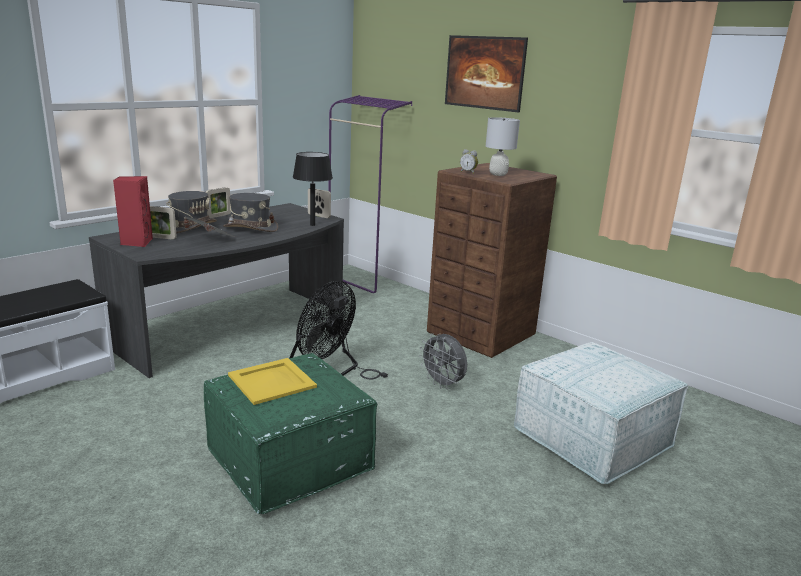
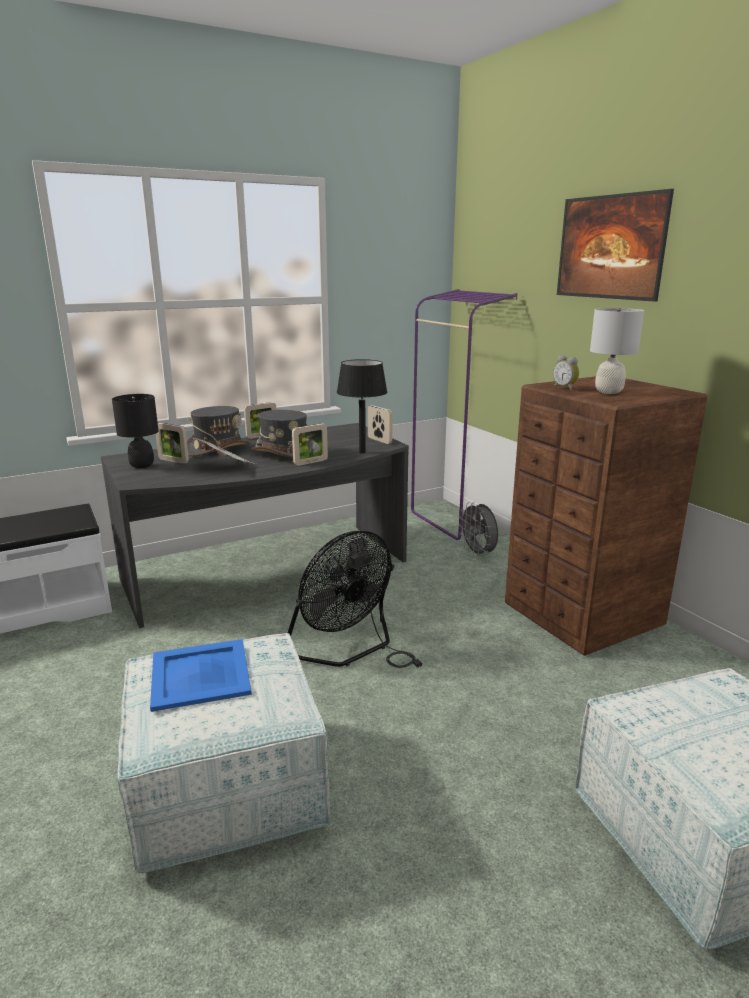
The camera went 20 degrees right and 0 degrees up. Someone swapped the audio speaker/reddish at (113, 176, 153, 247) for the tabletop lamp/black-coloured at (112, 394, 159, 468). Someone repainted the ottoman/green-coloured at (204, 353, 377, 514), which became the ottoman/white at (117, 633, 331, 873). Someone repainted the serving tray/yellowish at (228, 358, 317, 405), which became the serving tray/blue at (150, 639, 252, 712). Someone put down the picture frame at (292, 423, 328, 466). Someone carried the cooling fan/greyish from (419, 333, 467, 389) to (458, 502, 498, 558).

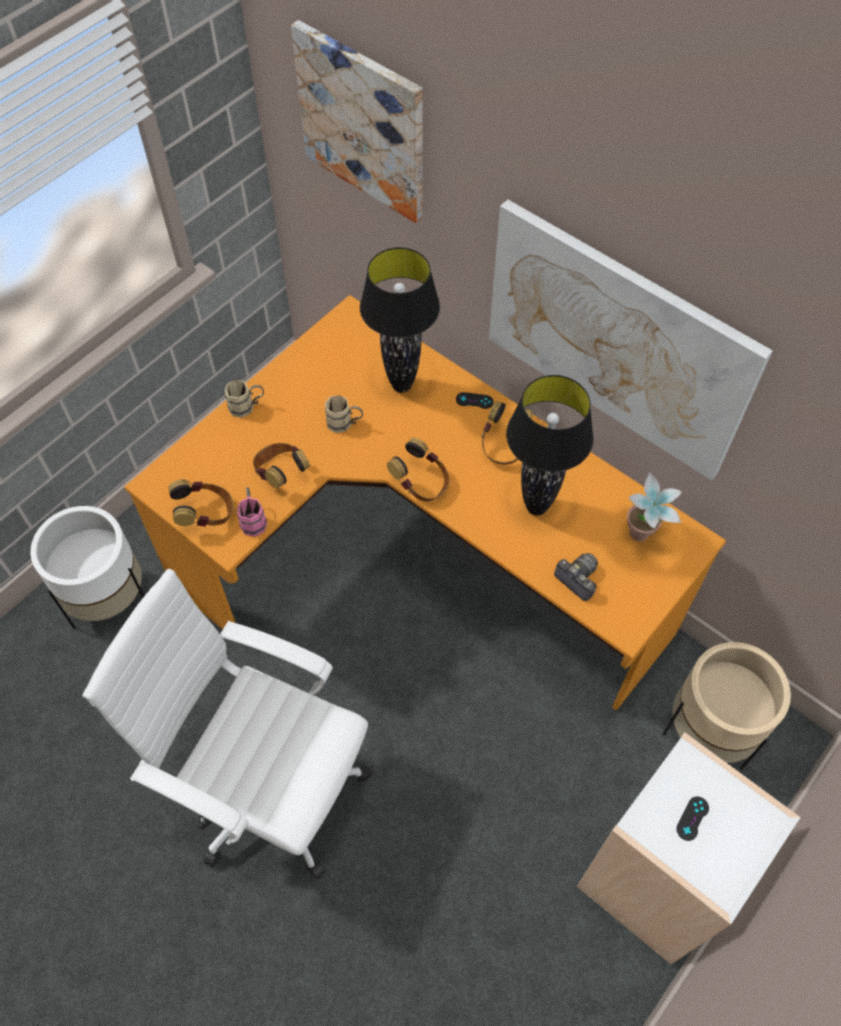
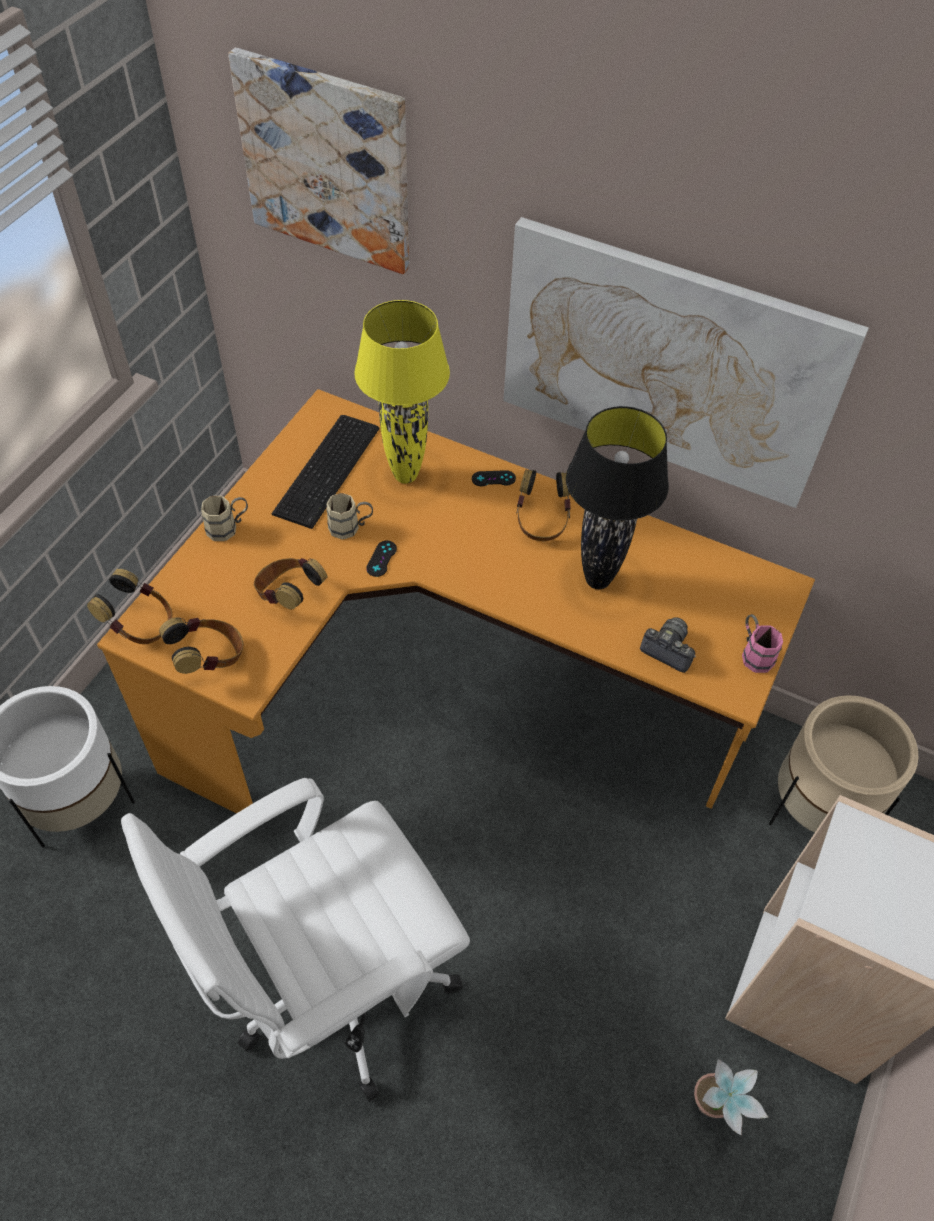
The camera went 15 degrees left and 5 degrees down. Someone carried the pair of headphones from (387, 438, 450, 502) to (87, 569, 172, 644). Someone rotated the computer chair/white at (82, 569, 372, 880) by 45 degrees counterclockwise. Someone put down the PC keyboard at (271, 415, 379, 529). Someone repainted the tabletop lamp/black-coloured at (360, 247, 440, 393), which became the tabletop lamp/yellowish at (354, 300, 450, 484). Someone carried the joypad/black-coloured from (676, 796, 709, 841) to (366, 541, 397, 577). Someone carried the houseplant from (627, 472, 682, 541) to (694, 1059, 769, 1136). Someone carried the coffee mug/pinkish from (237, 487, 267, 537) to (742, 614, 783, 673).

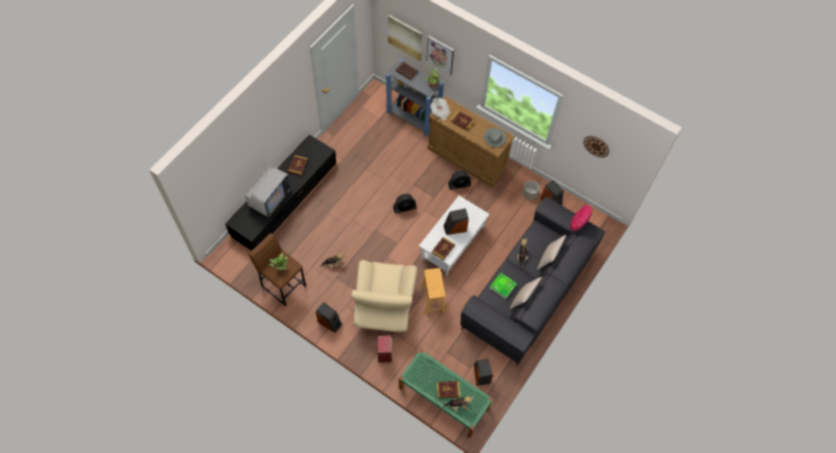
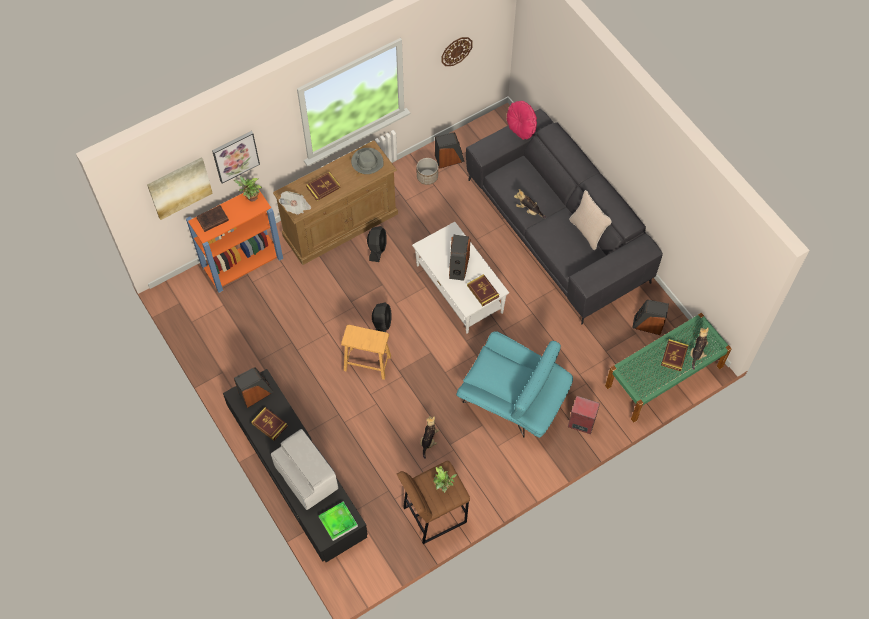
The camera went 65 degrees left and 0 degrees up. Someone repainted the bookcase/greyish at (386, 58, 444, 136), which became the bookcase/orangey at (186, 190, 283, 293). Someone carried the audio speaker from (316, 302, 342, 333) to (234, 368, 273, 408). Someone carried the serving tray from (490, 273, 517, 299) to (319, 502, 358, 541). Someone carried the stool/brown from (421, 268, 446, 314) to (341, 325, 391, 380). Someone repainted the armchair/beige-coloured at (351, 260, 417, 332), which became the armchair/turquoise at (456, 331, 573, 438). Someone took away the pillow/beige-coloured at (537, 235, 566, 270).

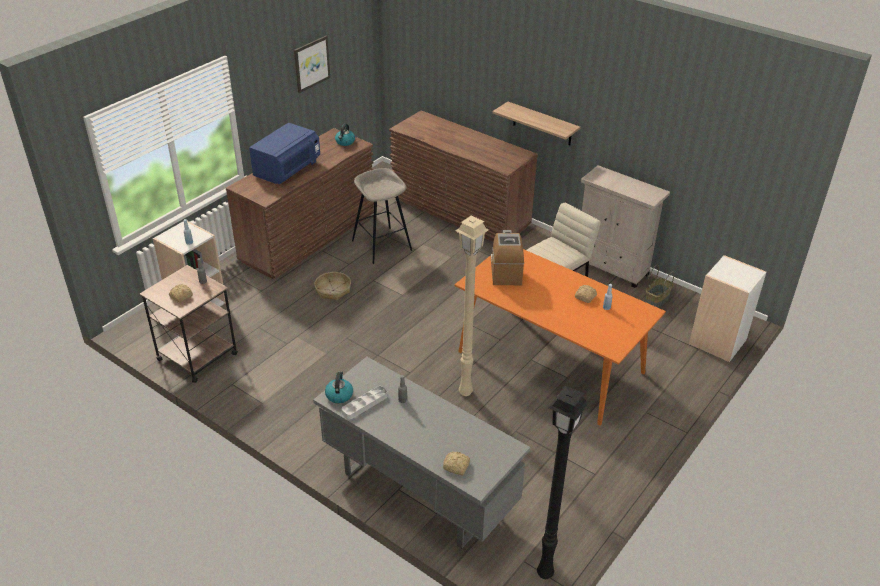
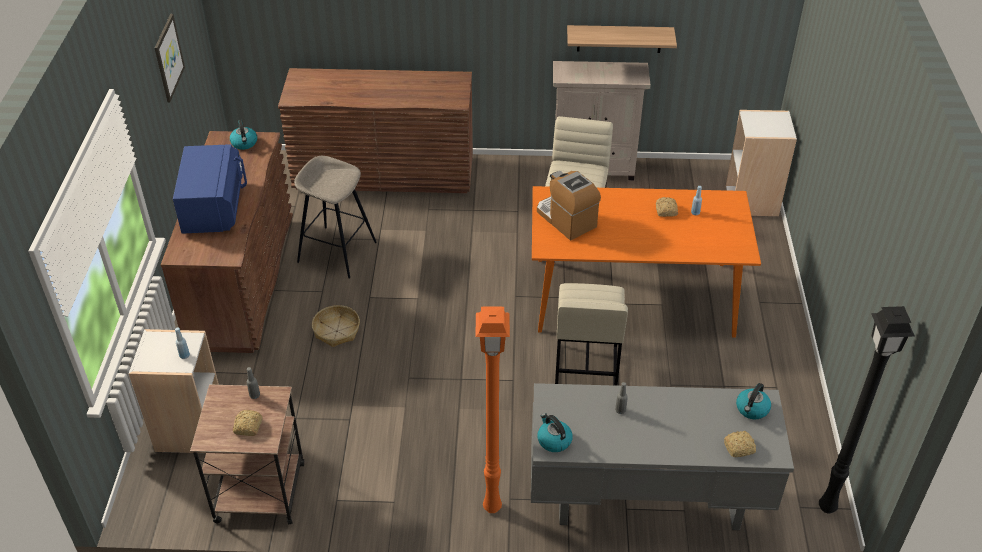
The camera went 35 degrees left and 5 degrees up. Someone put down the standard lamp/orangey at (476, 307, 510, 513). Someone swapped the standard lamp/beige-coloured at (456, 215, 489, 396) for the upright chair/beige-coloured at (555, 283, 628, 386). Someone carried the wall shelf from (492, 102, 581, 146) to (567, 25, 677, 53). Someone put down the water kettle at (736, 383, 771, 419). Someone took away the serving tray/greyish at (342, 386, 387, 420). Someone took away the storage basket at (644, 265, 674, 308).

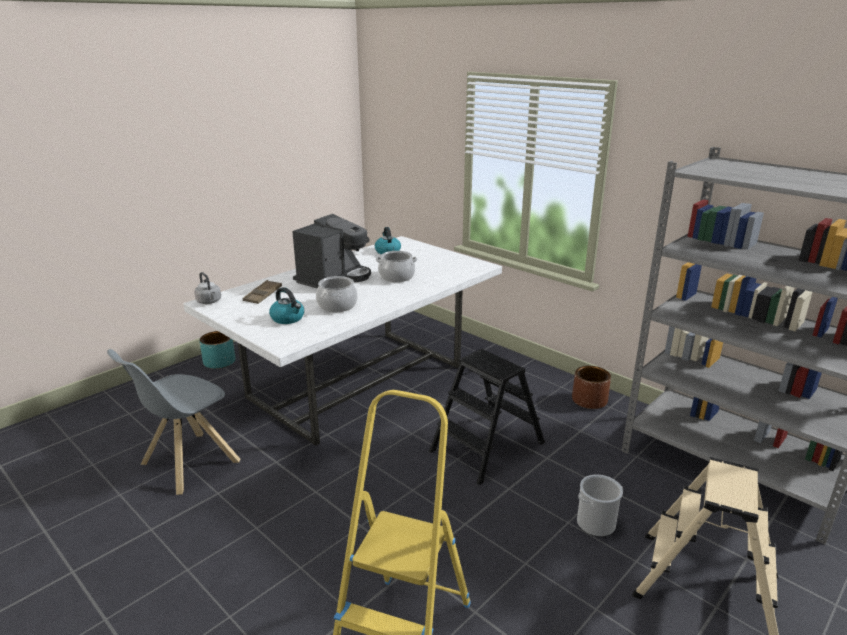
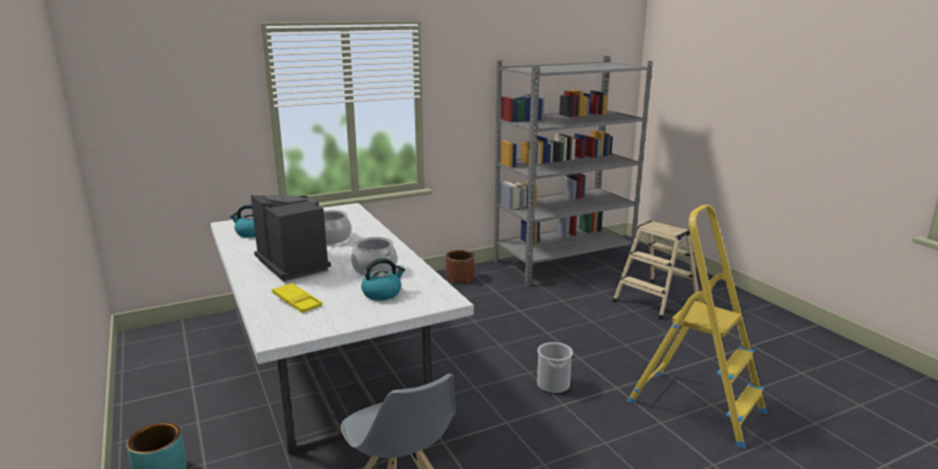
The camera went 70 degrees left and 5 degrees down. Someone repainted the serving tray/brown at (243, 280, 282, 304), which became the serving tray/yellowish at (272, 283, 322, 313). Someone carried the pail from (577, 474, 623, 537) to (537, 342, 573, 394). Someone took away the water kettle/greyish at (194, 272, 221, 304). Someone took away the stepladder/black-coloured at (429, 348, 545, 485).

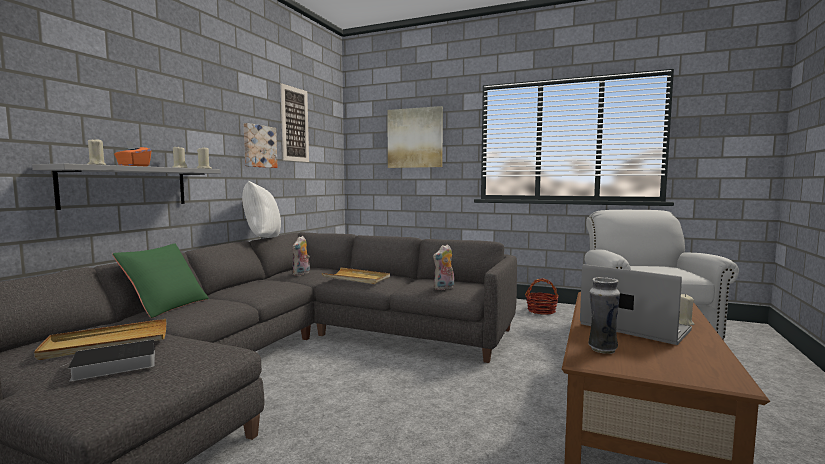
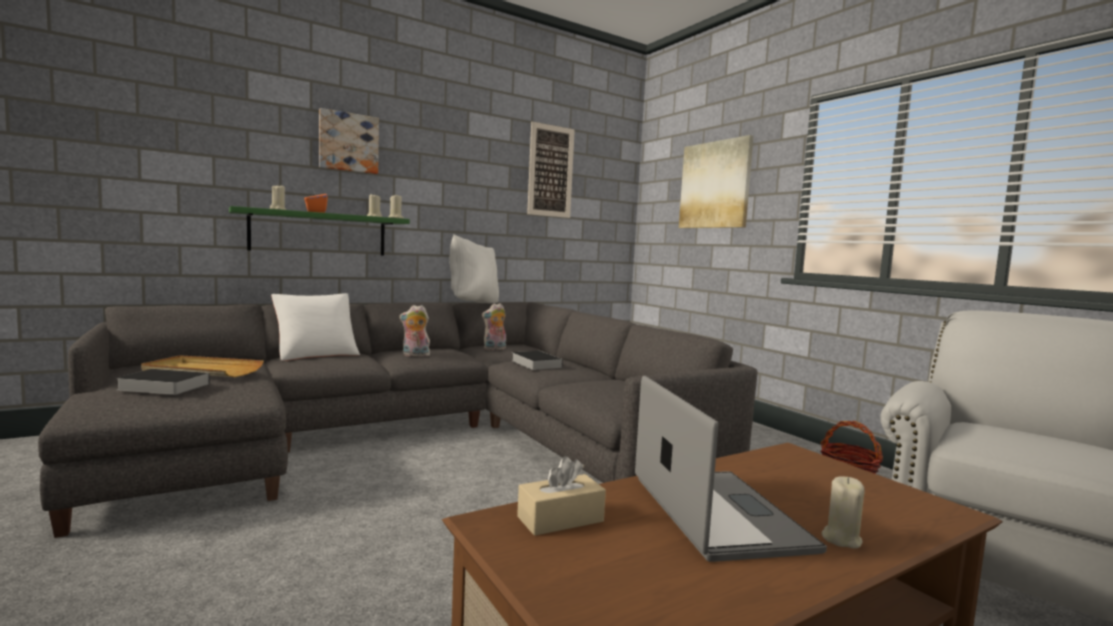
The camera went 35 degrees right and 0 degrees up. Someone repainted the wall shelf/greyish at (32, 163, 221, 210), which became the wall shelf/green-coloured at (229, 206, 410, 255). Someone repainted the pillow/green-coloured at (112, 243, 209, 318), which became the pillow/white at (271, 293, 360, 361). Someone carried the wall picture from (244, 123, 278, 168) to (319, 108, 379, 174). Someone carried the plush toy from (433, 244, 454, 290) to (399, 305, 430, 357). Someone swapped the serving tray/beige-coloured at (322, 267, 390, 284) for the bound book at (512, 351, 563, 370). Someone swapped the vase at (588, 277, 620, 354) for the box of tissues/beige-coloured at (517, 456, 606, 536).

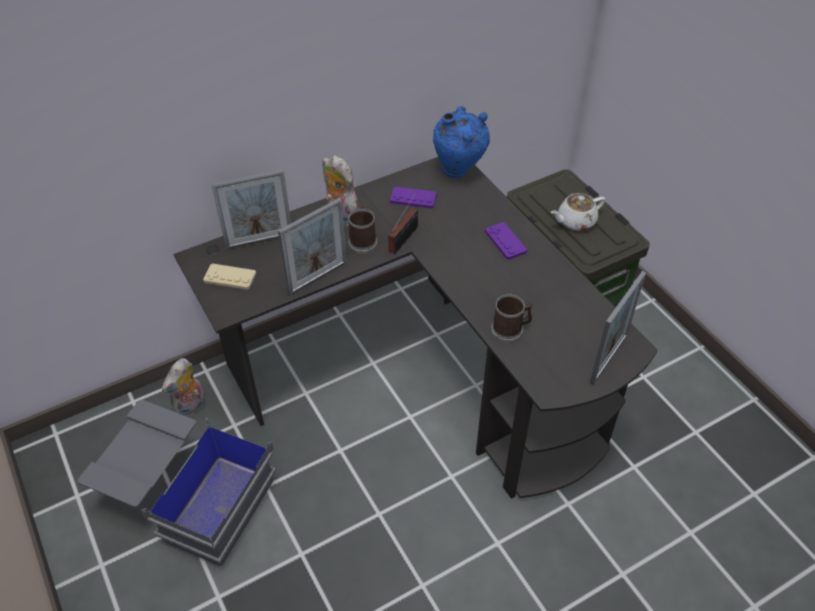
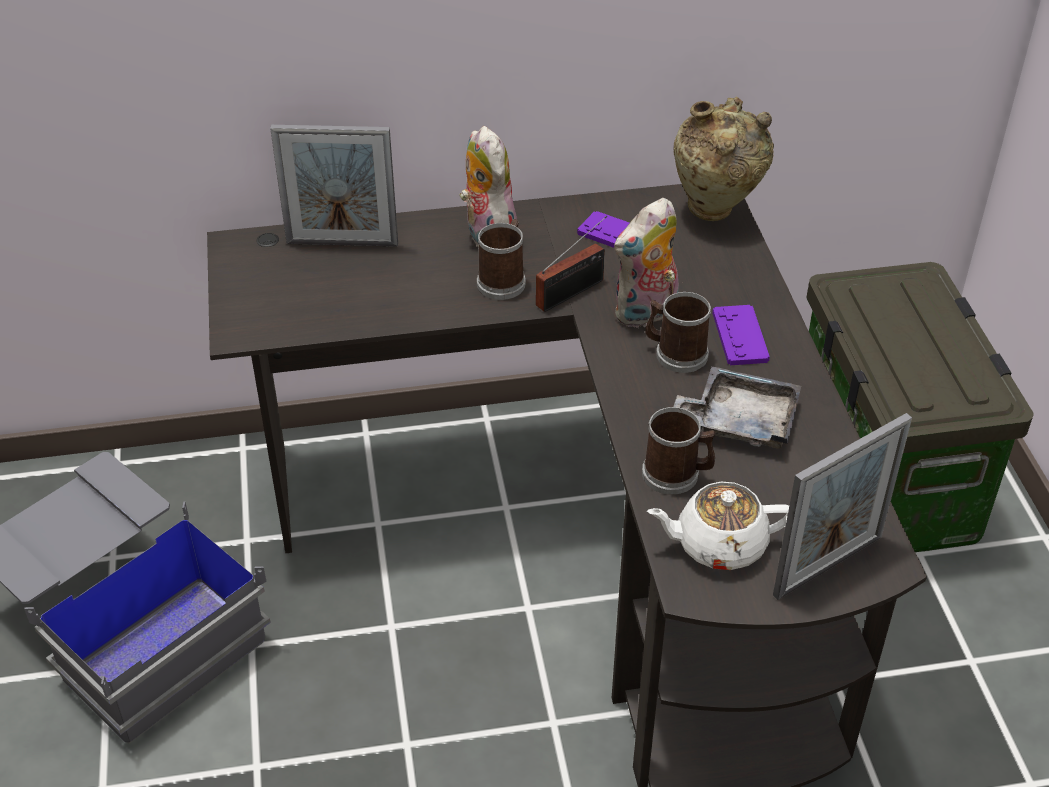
The camera went 20 degrees right and 5 degrees down. Someone carried the plush toy from (162, 358, 206, 417) to (614, 198, 679, 328). Someone put down the coffee mug at (645, 292, 711, 373). Someone carried the teapot/white from (551, 193, 605, 231) to (647, 482, 789, 570). Someone repainted the vase/blue at (433, 105, 490, 178), which became the vase/beige-coloured at (673, 96, 774, 221). Someone put down the serving tray/greyish at (673, 366, 801, 449). Someone took away the joypad/beige-coloured at (203, 263, 256, 290). Someone took away the picture frame at (278, 198, 347, 296).

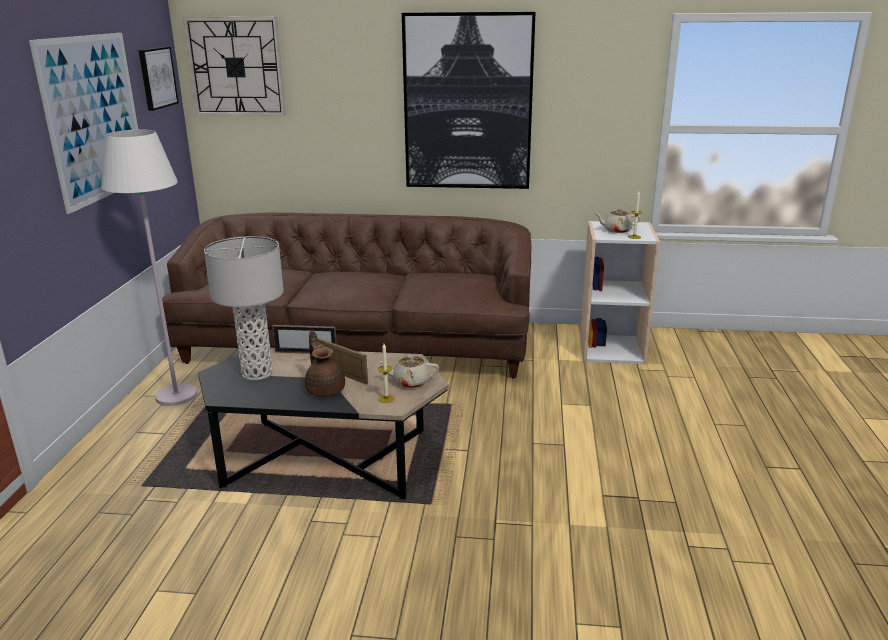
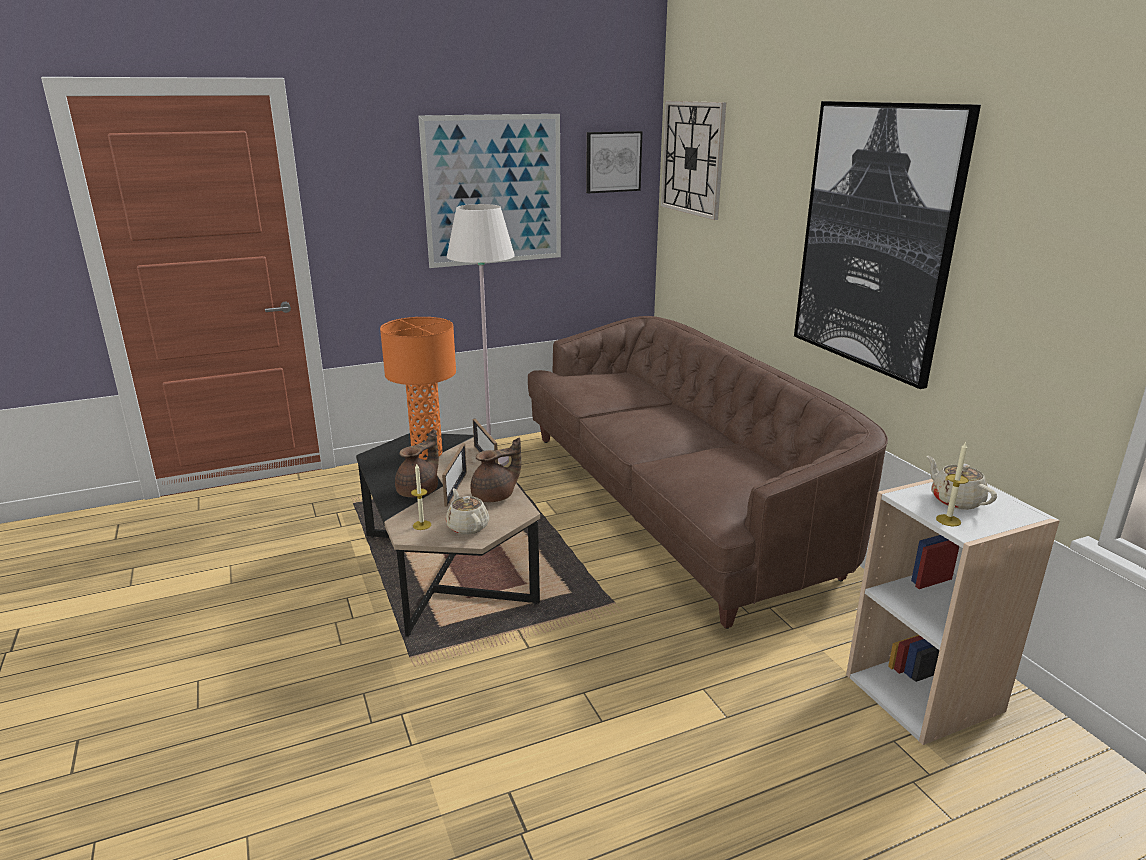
The camera went 60 degrees right and 0 degrees up. Someone repainted the tabletop lamp/white at (204, 236, 284, 380), which became the tabletop lamp/orangey at (380, 317, 456, 460). Someone put down the teapot/brown at (470, 437, 521, 502).

